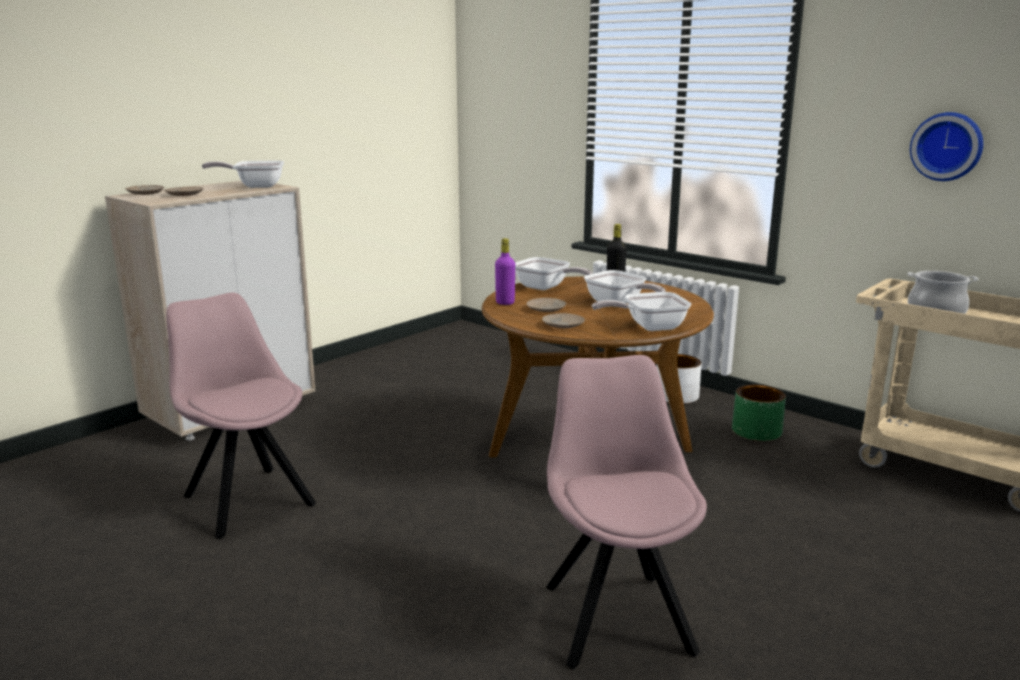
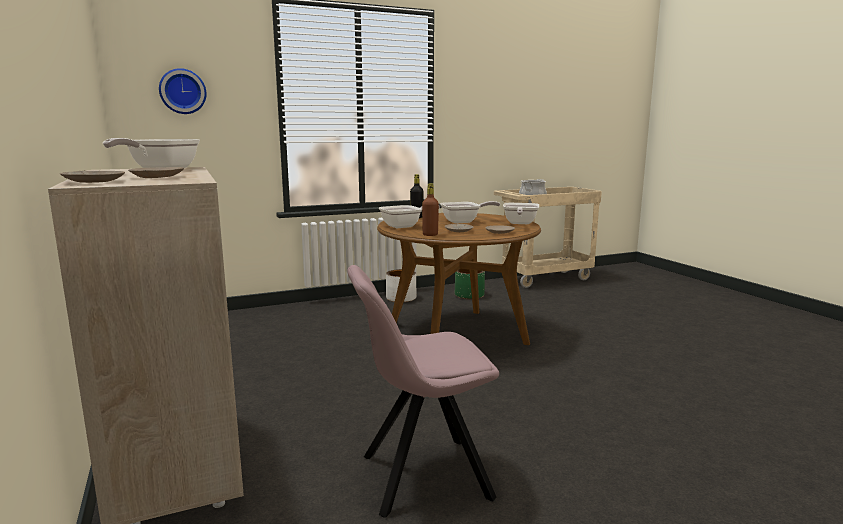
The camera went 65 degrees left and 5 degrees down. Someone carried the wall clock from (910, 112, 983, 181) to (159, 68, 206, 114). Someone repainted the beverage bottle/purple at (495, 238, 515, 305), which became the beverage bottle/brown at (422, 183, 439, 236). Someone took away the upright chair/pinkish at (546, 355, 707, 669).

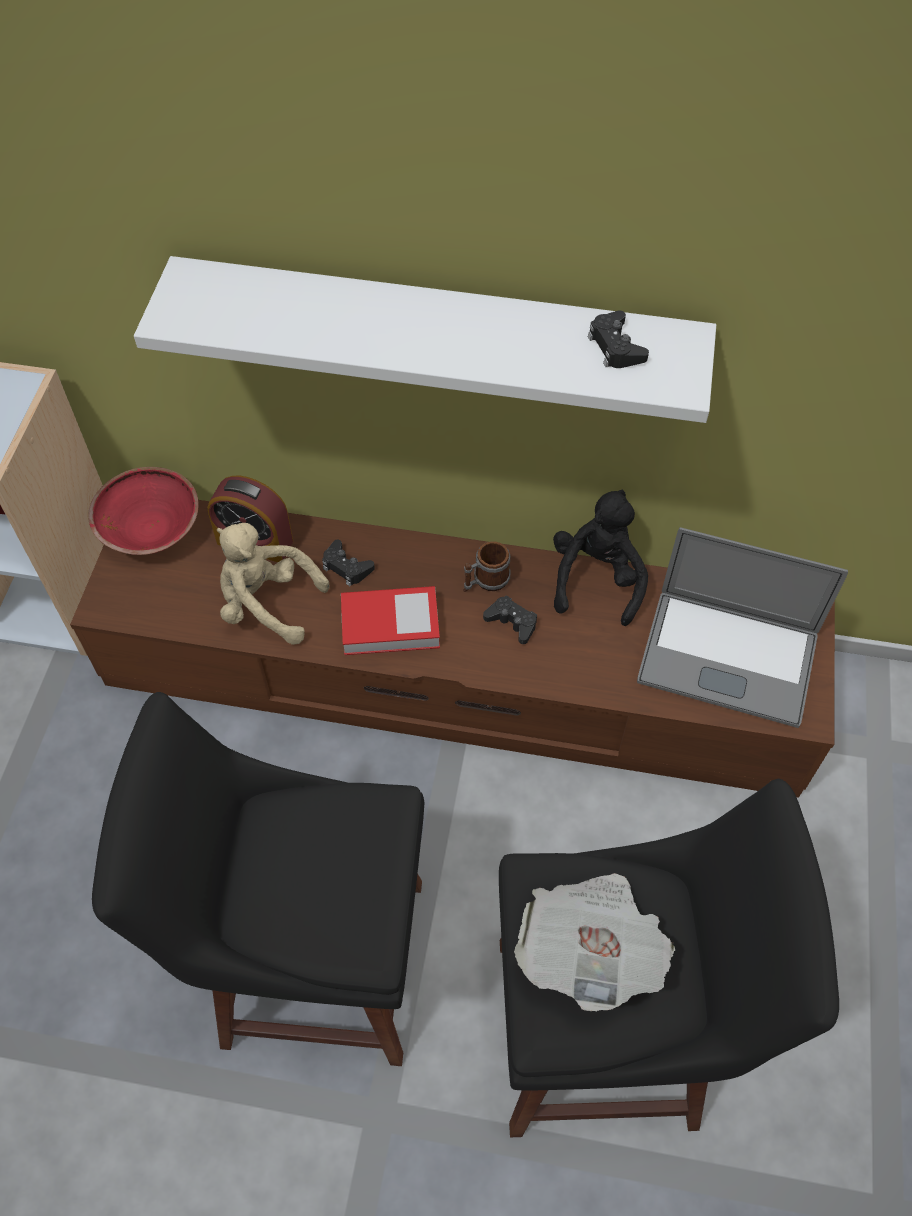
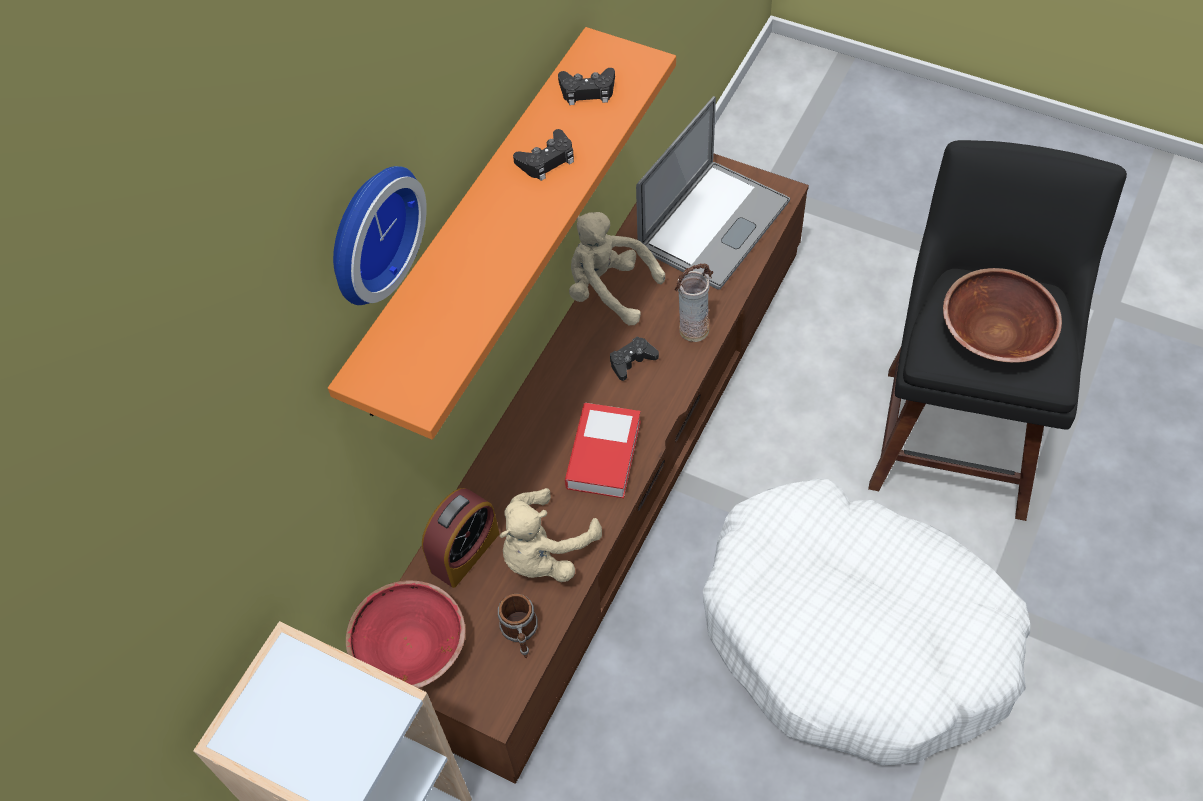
The camera went 70 degrees left and 0 degrees up. Someone repainted the wall shelf/white at (134, 256, 716, 423), which became the wall shelf/orangey at (328, 27, 676, 440). Someone put up the wall clock at (333, 166, 427, 305). Someone carried the coffee mug from (463, 541, 511, 592) to (498, 594, 538, 658). Someone carried the joypad/black-coloured from (322, 540, 375, 586) to (513, 129, 574, 181). Someone repainted the plush toy/black-coloured at (553, 490, 648, 626), which became the plush toy/beige-coloured at (569, 212, 665, 325). Someone put down the vase at (675, 263, 713, 342). Someone swapped the stool/black-coloured at (92, 692, 424, 1066) for the dog cushion/white at (702, 479, 1030, 766). Someone swapped the newspaper at (514, 873, 675, 1011) for the serving bowl/brown at (943, 268, 1062, 363).

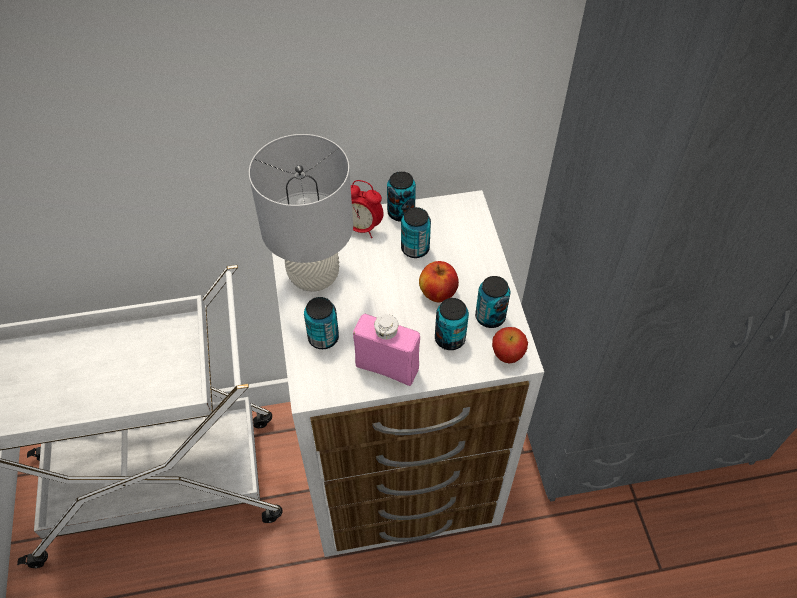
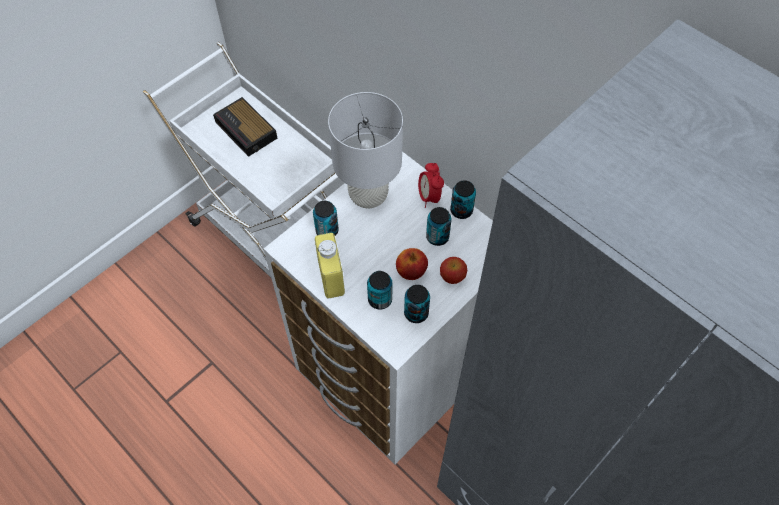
The camera went 55 degrees right and 5 degrees up. Someone put down the bedside clock at (213, 97, 277, 157). Someone repainted the beverage bottle/pinkish at (353, 314, 420, 386), which became the beverage bottle/yellowish at (315, 233, 345, 298). Someone carried the apple from (492, 327, 528, 363) to (440, 257, 468, 284).

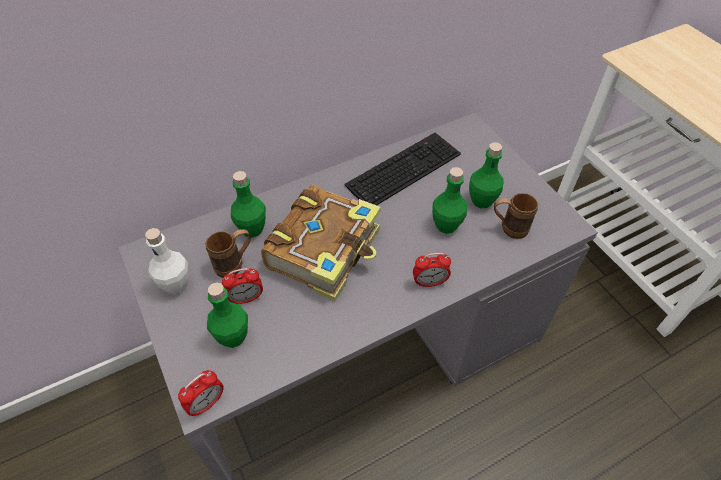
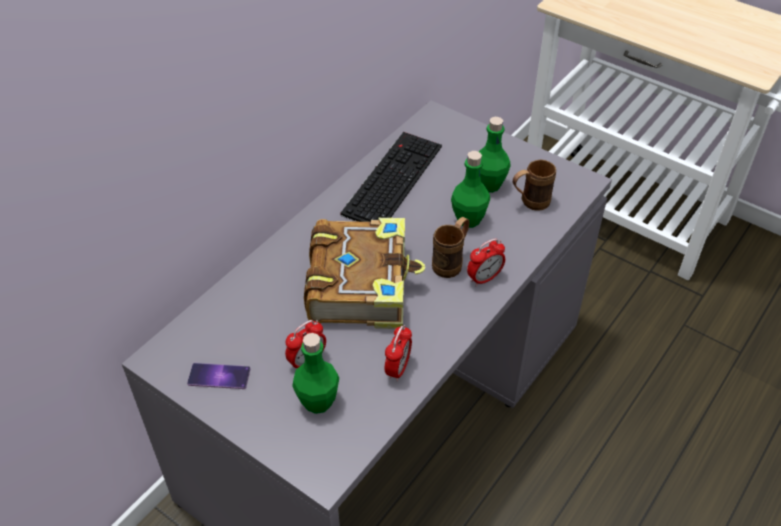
The camera went 25 degrees left and 5 degrees down. Someone swapped the beverage bottle/white at (145, 228, 189, 294) for the telephone at (187, 363, 251, 389). Someone carried the bedside clock from (178, 370, 224, 416) to (385, 325, 412, 381). Someone carried the coffee mug/brown from (205, 229, 251, 278) to (432, 217, 470, 278). Someone took away the beverage bottle/green-coloured at (231, 171, 266, 238).

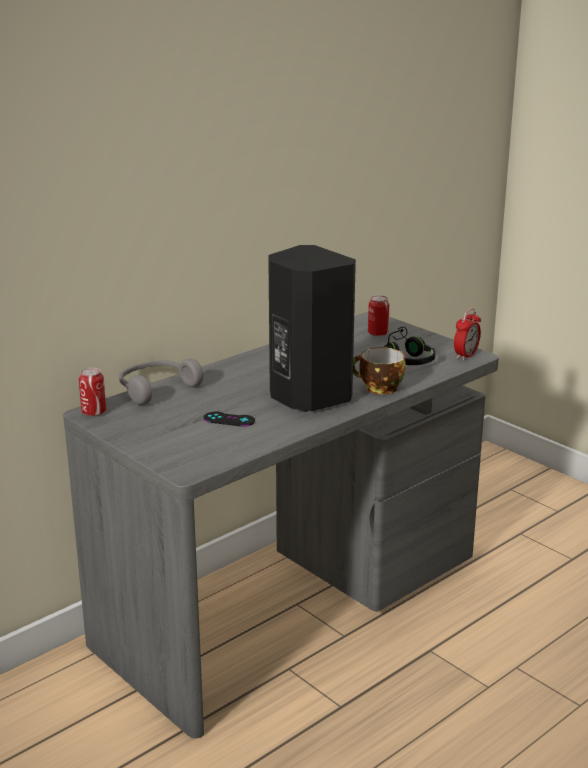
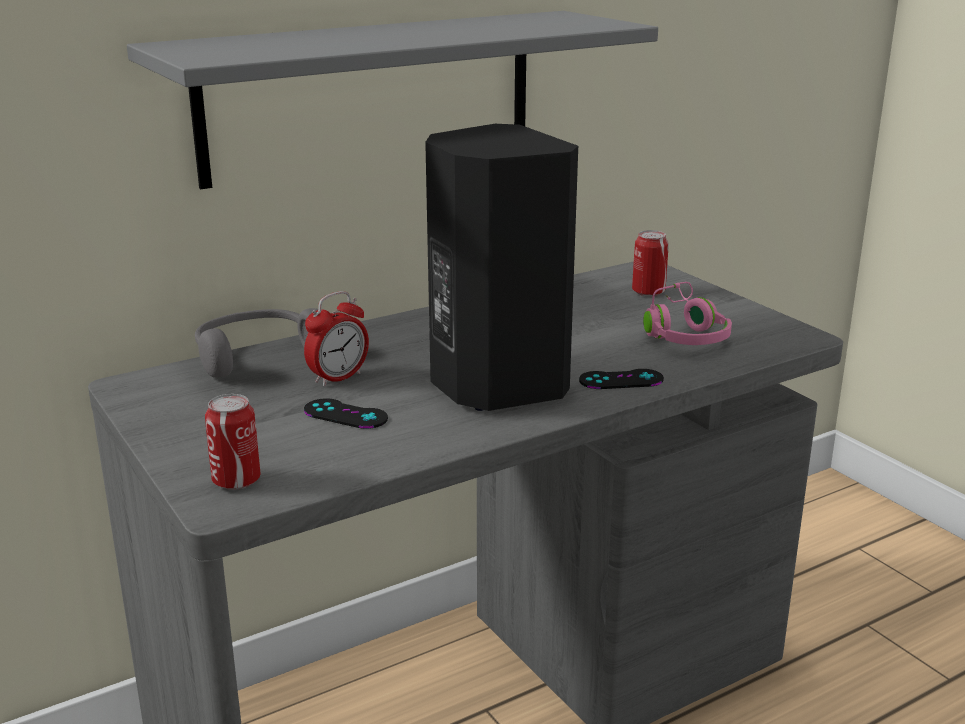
The camera went 10 degrees right and 0 degrees up. Someone put up the wall shelf/greyish at (127, 11, 658, 189). Someone carried the metal can from (79, 368, 106, 416) to (205, 394, 261, 490). Someone carried the bedside clock from (454, 308, 481, 361) to (304, 291, 369, 387). Someone swapped the drinking cup at (353, 347, 406, 394) for the joypad/black-coloured at (579, 369, 664, 389). Someone repainted the pair of headphones/black-coloured at (384, 327, 435, 365), which became the pair of headphones/pinkish at (643, 282, 732, 345).

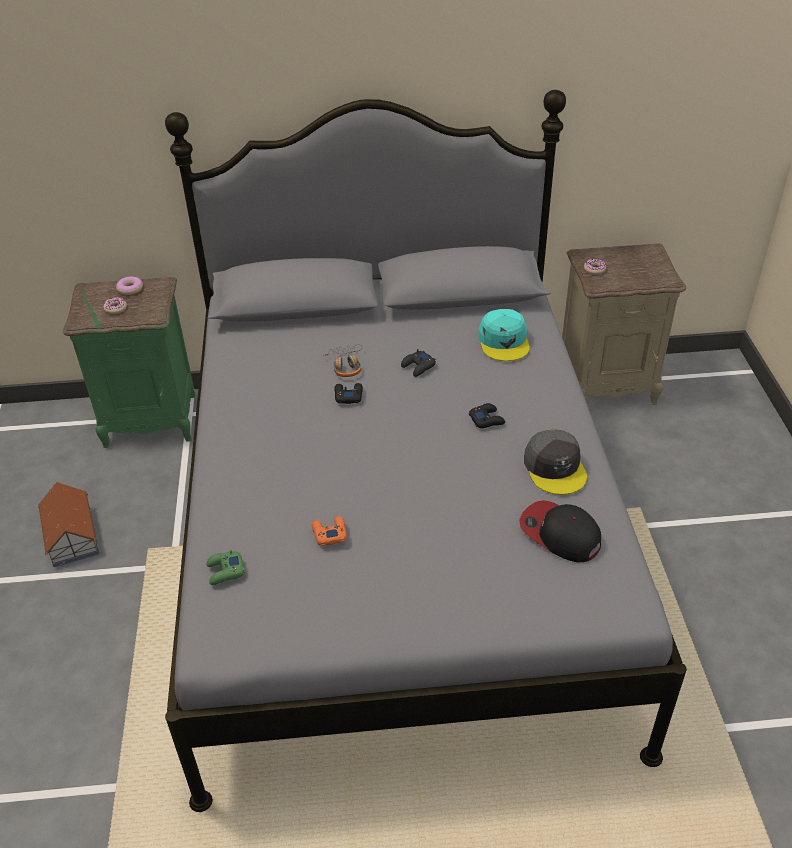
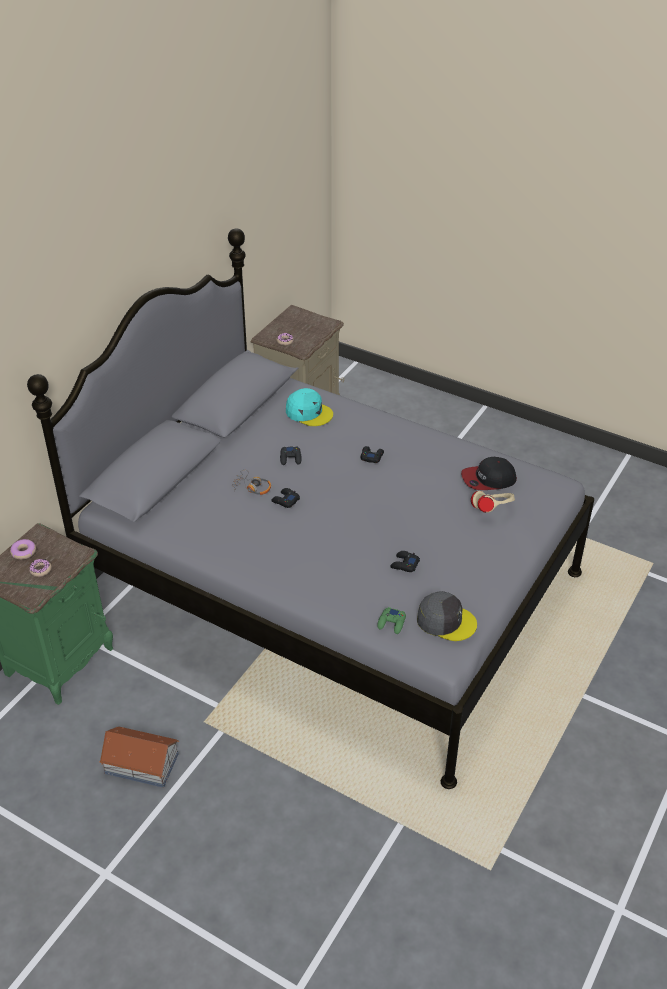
The camera went 55 degrees left and 0 degrees up. Someone repainted the joypad/orangey at (312, 516, 347, 546), which became the joypad/black-coloured at (391, 551, 420, 572). Someone carried the cap/greyish from (524, 429, 587, 495) to (417, 591, 477, 641). Someone put down the pair of headphones/beige-coloured at (471, 491, 515, 513).

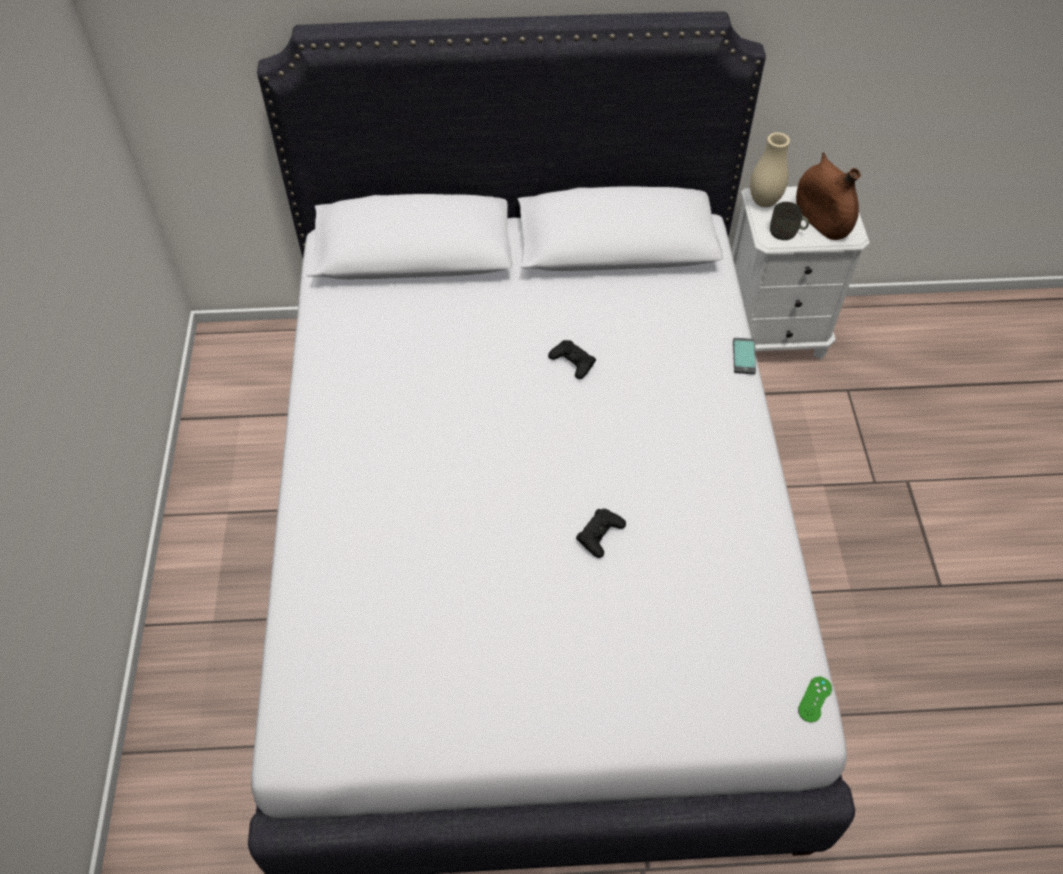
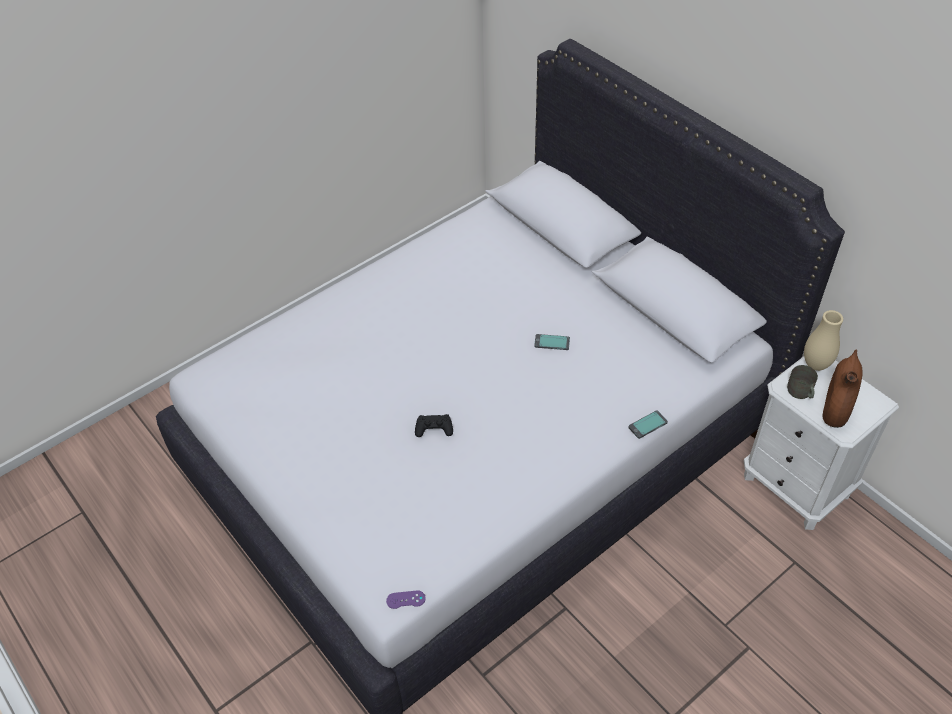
The camera went 55 degrees right and 5 degrees down. Someone repainted the joypad/green-coloured at (798, 677, 832, 722), which became the joypad/purple at (386, 591, 426, 609). Someone swapped the joypad/black-coloured at (548, 340, 596, 379) for the telephone at (534, 334, 570, 350).

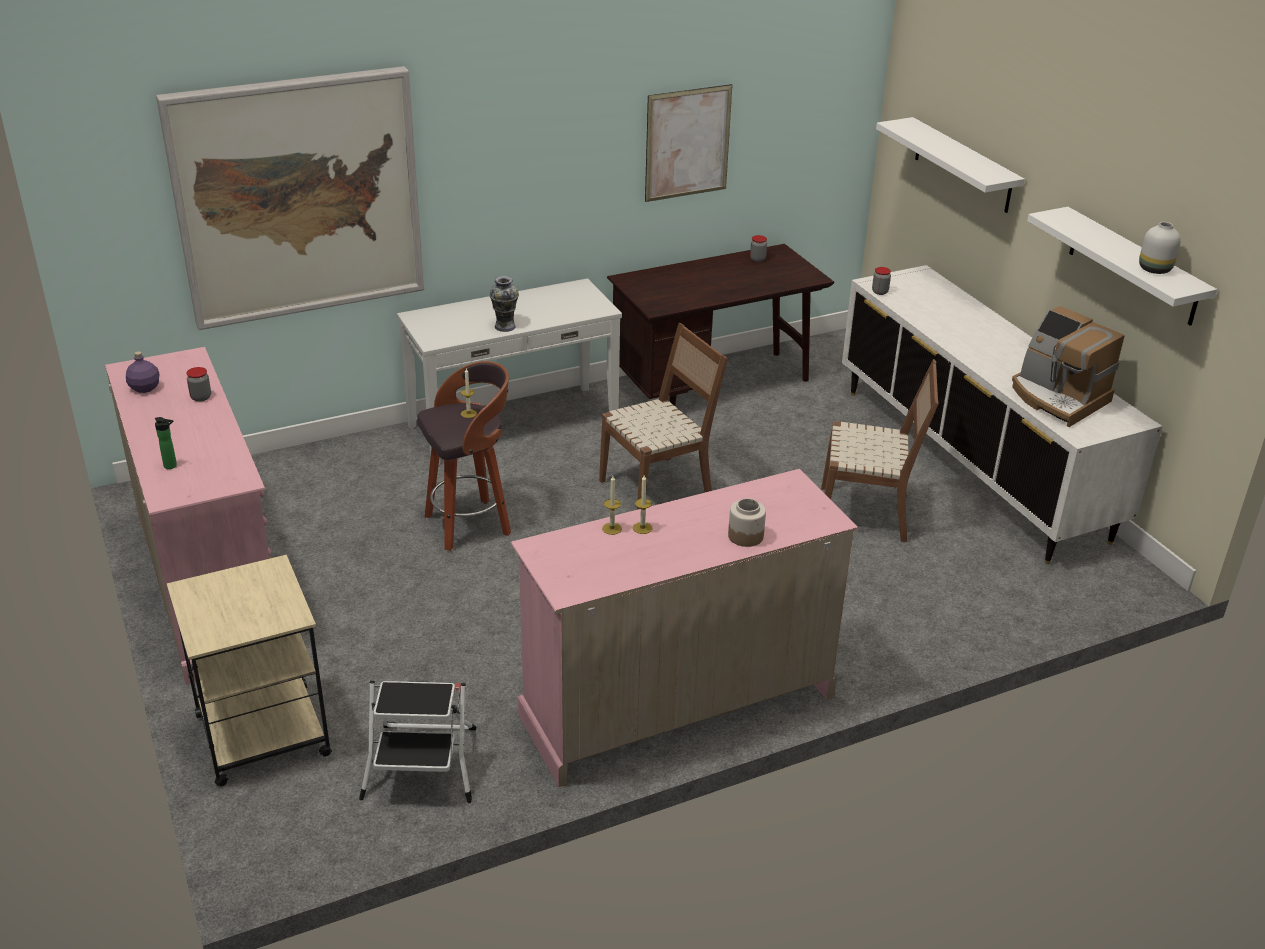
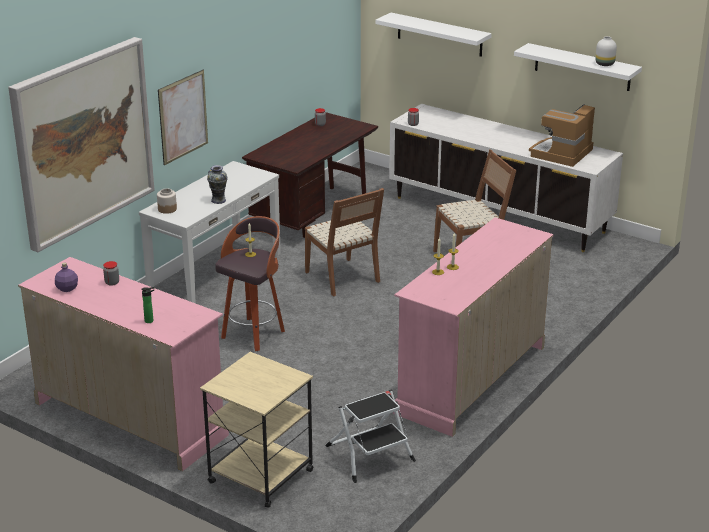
The camera went 30 degrees left and 5 degrees down. Someone carried the storage jar from (728, 498, 766, 547) to (157, 188, 177, 214). Someone carried the wall picture from (645, 84, 732, 202) to (158, 70, 208, 166). Someone rotated the upright chair at (599, 323, 728, 510) by 120 degrees clockwise. Someone rotated the coffee machine at (1012, 306, 1125, 427) by 105 degrees clockwise.

